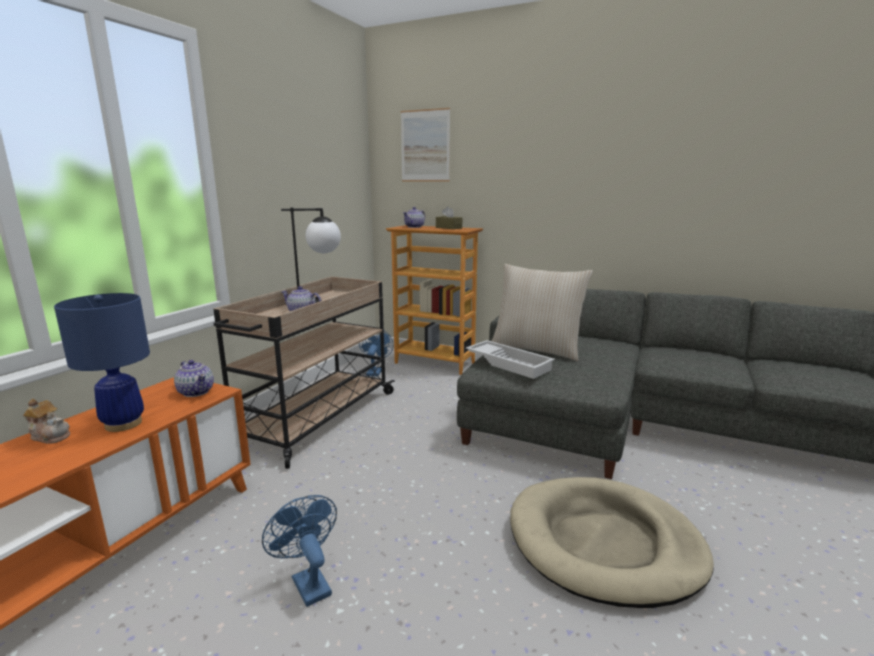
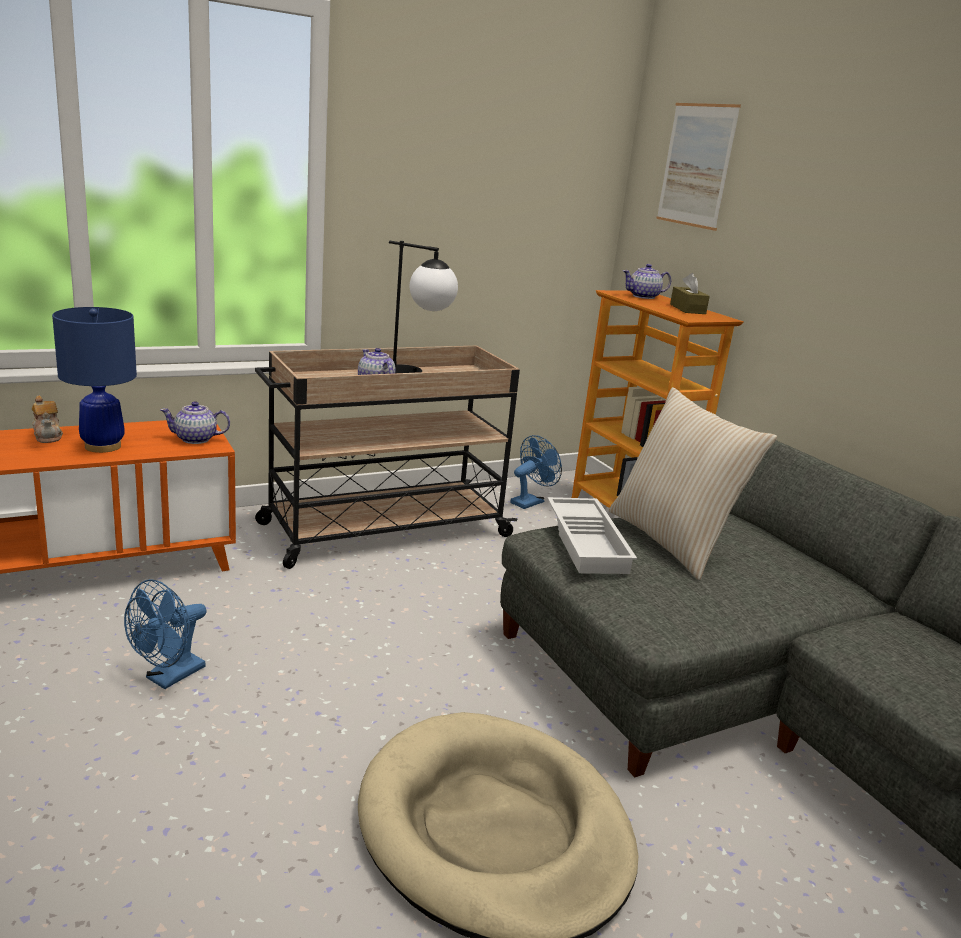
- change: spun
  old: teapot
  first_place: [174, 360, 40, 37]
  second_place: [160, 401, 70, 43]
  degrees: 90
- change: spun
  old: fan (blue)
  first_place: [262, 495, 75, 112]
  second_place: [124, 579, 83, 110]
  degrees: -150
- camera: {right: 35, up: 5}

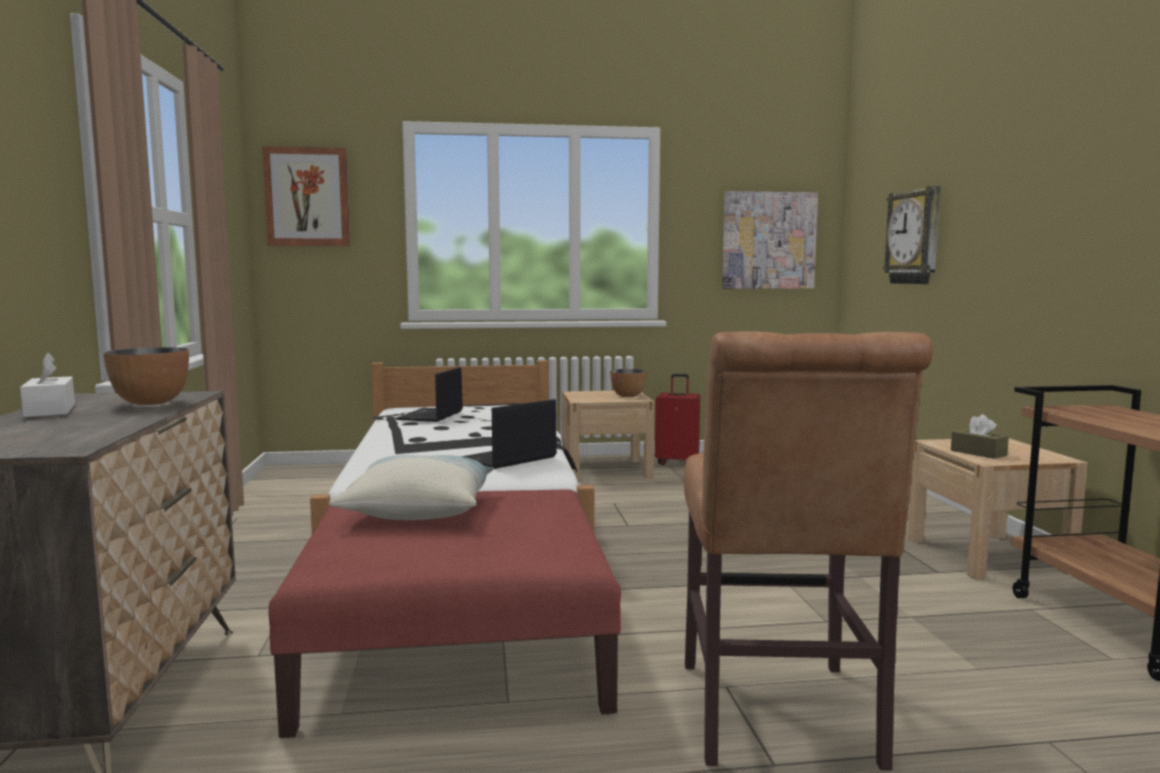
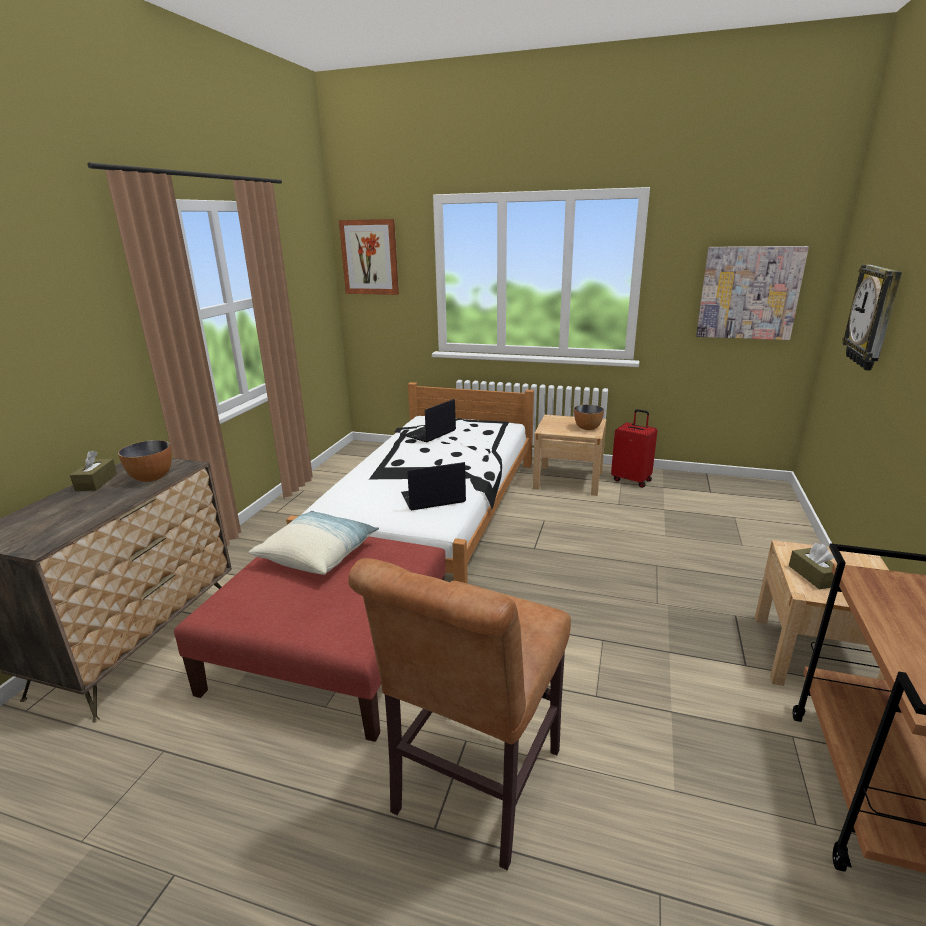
- change: colour
  old: tissue box (white)
  new: tissue box (brown)
  first_place: [20, 353, 55, 64]
  second_place: [70, 451, 47, 40]
- camera: {right: 25, up: 15}

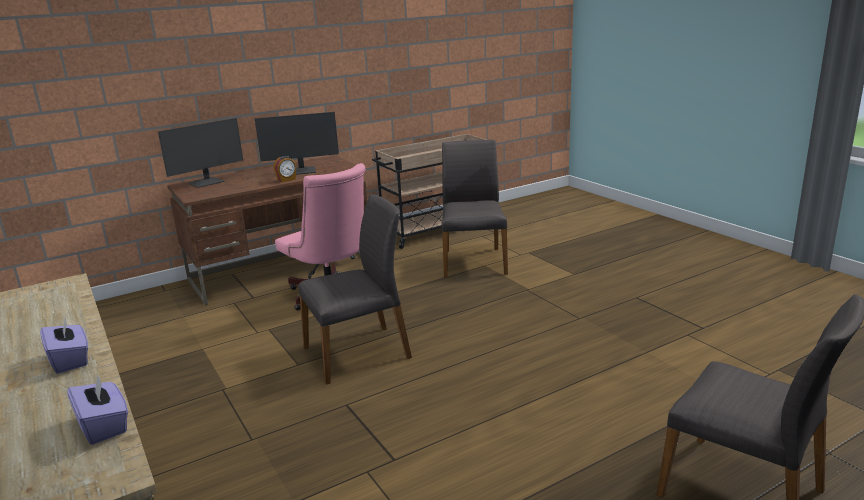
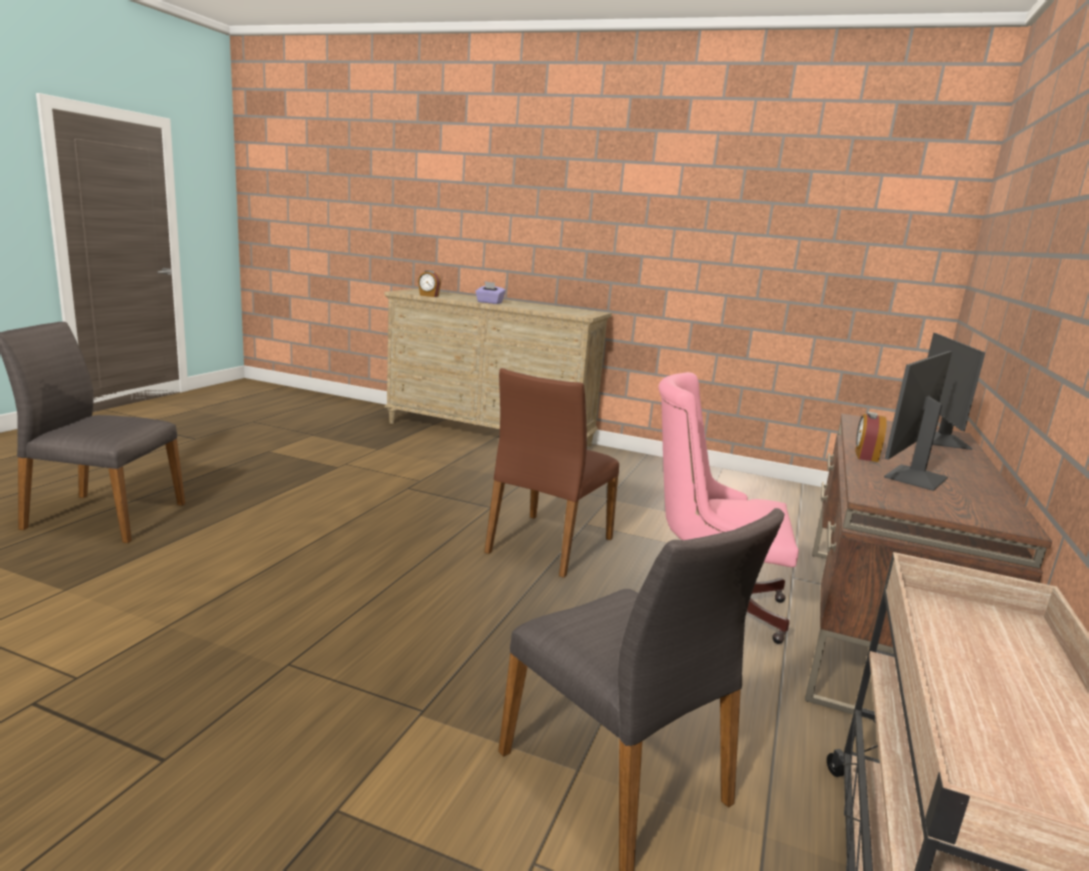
- change: colour
  old: chair (grey)
  new: chair (brown)
  first_place: [298, 194, 114, 190]
  second_place: [484, 368, 135, 210]
- change: exchanged
  old: tissue box (purple)
  new: alarm clock
  first_place: [67, 374, 61, 71]
  second_place: [418, 270, 23, 27]
- camera: {right: 140, up: -5}

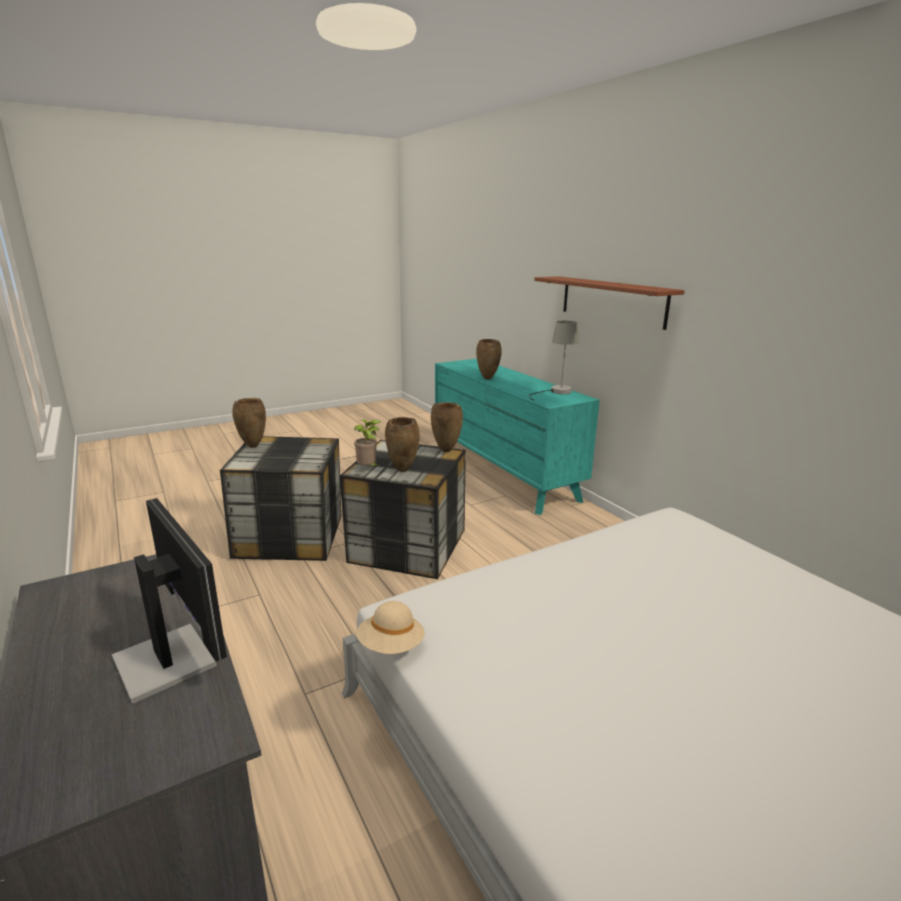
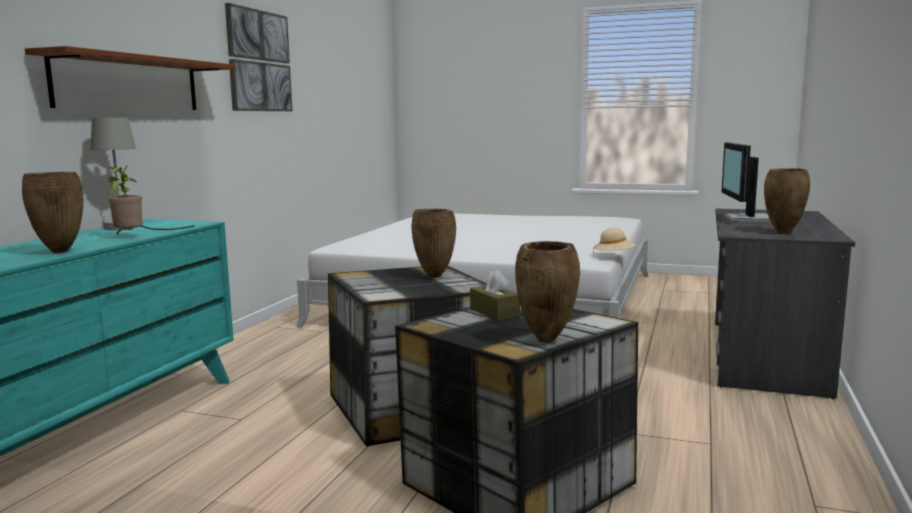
- change: relocated
  old: vase (brown)
  first_place: [431, 402, 32, 50]
  second_place: [764, 168, 46, 66]
- change: relocated
  old: potted plant
  first_place: [354, 419, 28, 48]
  second_place: [107, 166, 36, 69]
- change: appeared
  new: picture
  second_place: [225, 3, 68, 108]
- change: appeared
  new: tissue box (brown)
  second_place: [470, 270, 50, 51]
- camera: {right: -130, up: -10}

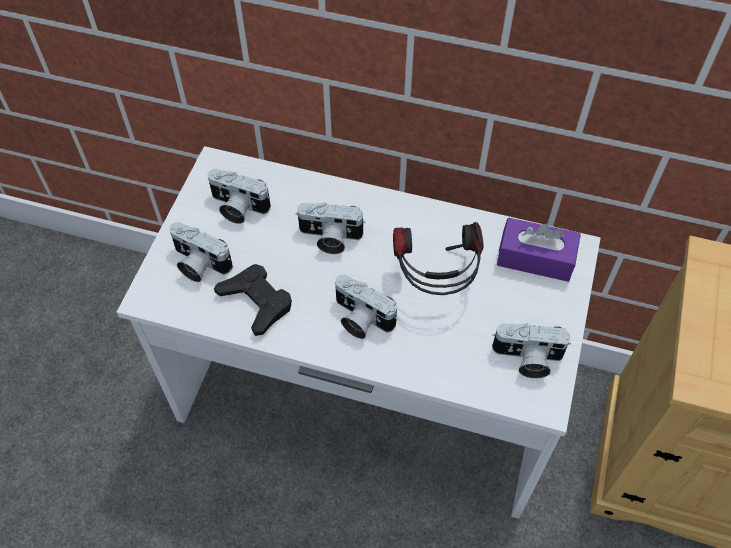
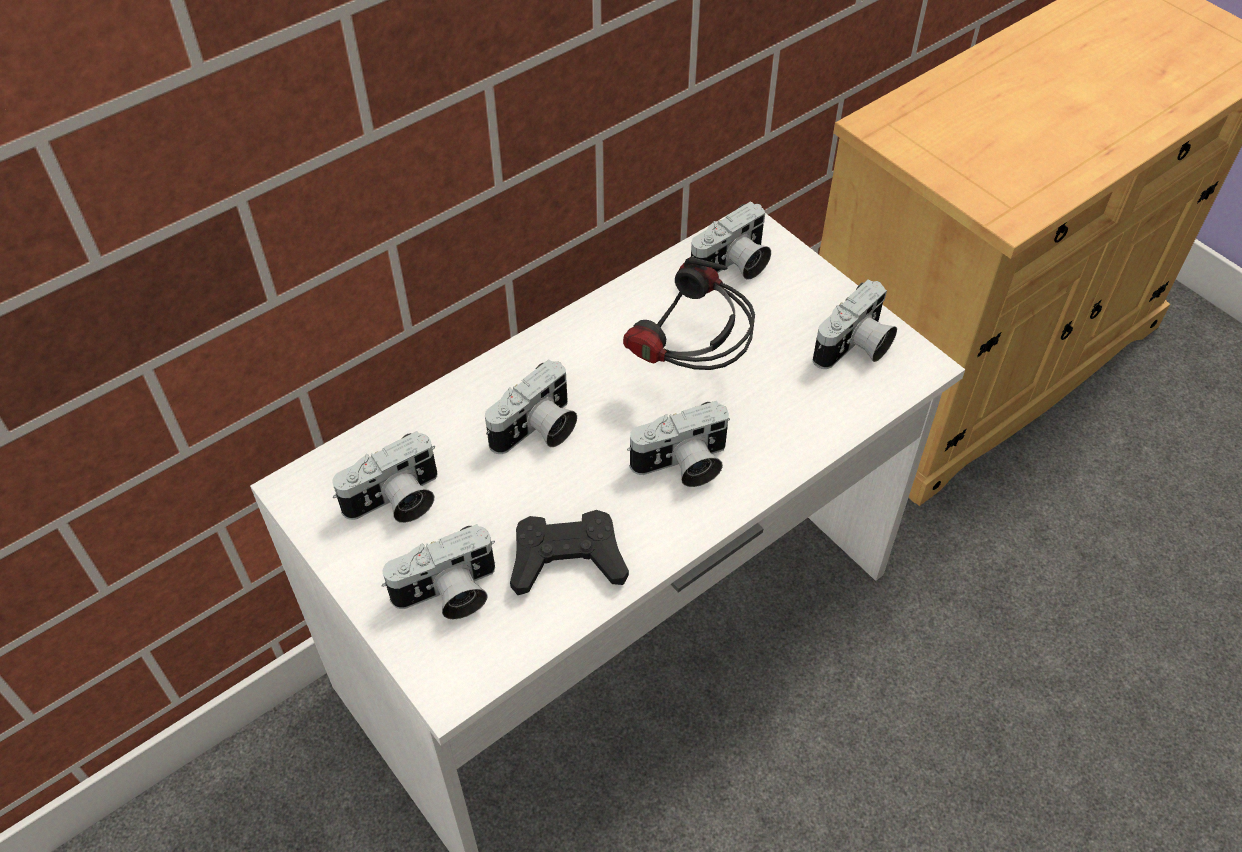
- change: exchanged
  old: tissue box (purple)
  new: photo camera
  first_place: [497, 218, 84, 64]
  second_place: [691, 202, 80, 78]
- camera: {right: -55, up: -5}

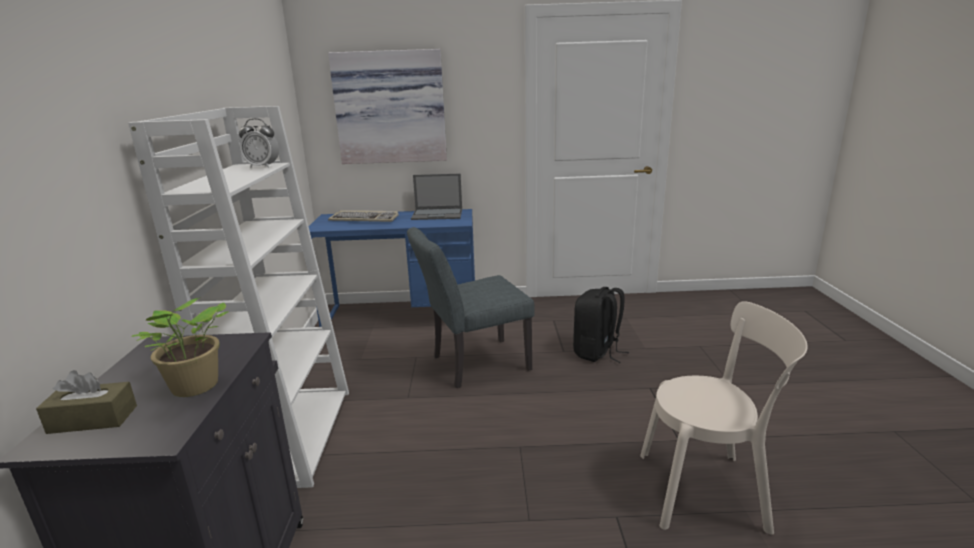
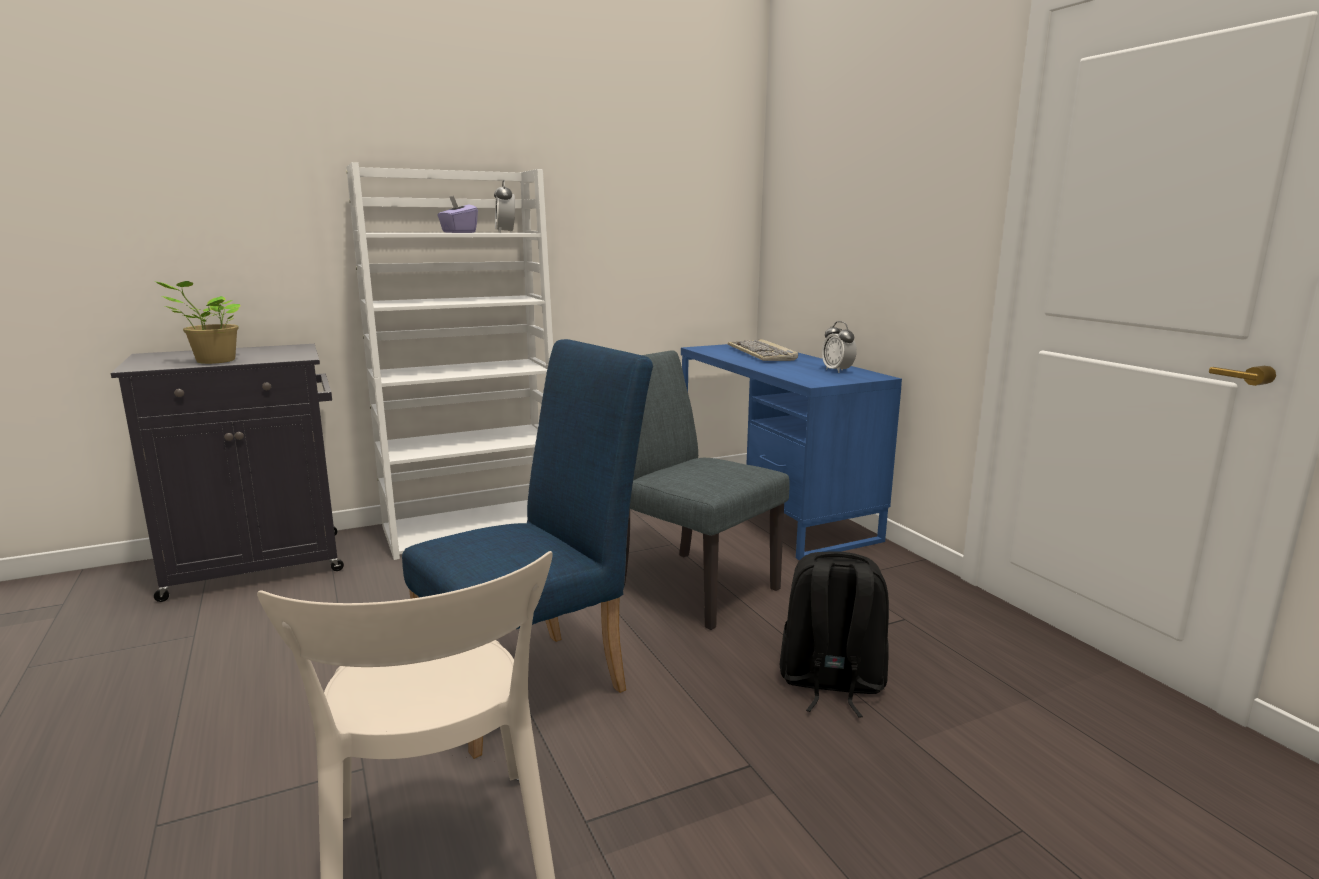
- change: missing
  old: picture
  first_place: [328, 49, 119, 115]
- change: exchanged
  old: laptop
  new: alarm clock
  first_place: [411, 174, 51, 46]
  second_place: [822, 321, 35, 52]
- change: missing
  old: tissue box (brown)
  first_place: [36, 370, 101, 64]
- change: appeared
  new: tissue box (purple)
  second_place: [437, 196, 41, 37]
- change: appeared
  new: chair (blue)
  second_place: [402, 339, 251, 420]
- camera: {right: 65, up: -5}

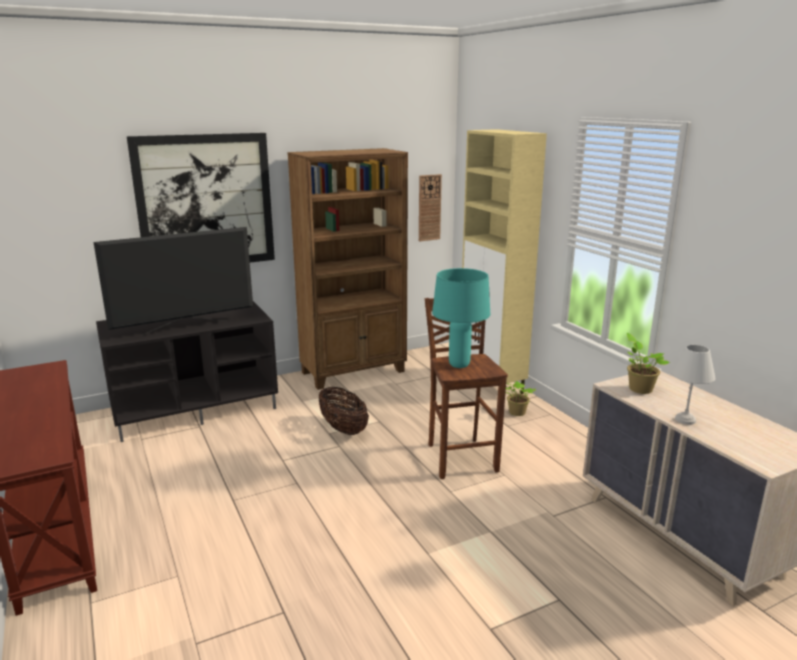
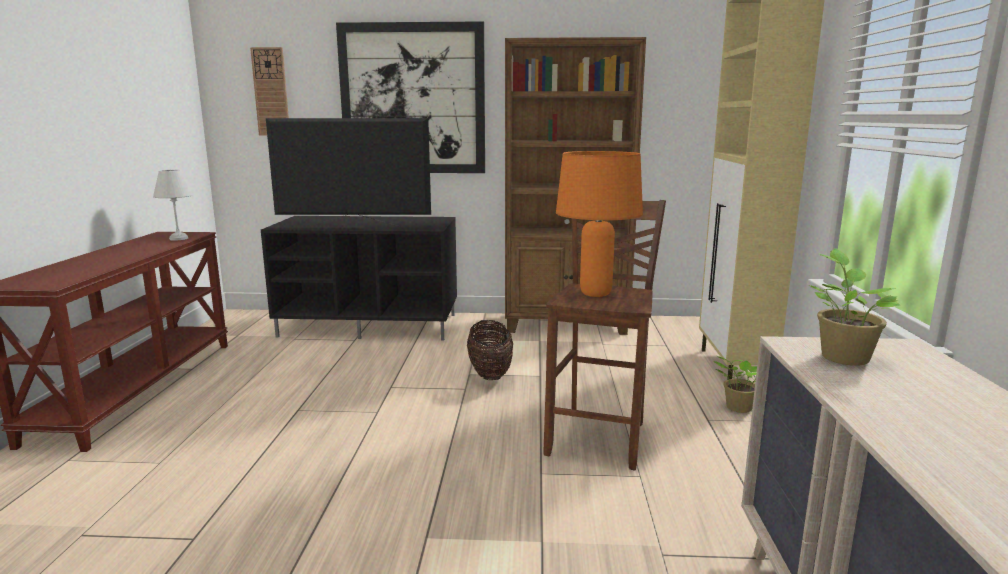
- change: relocated
  old: wall clock
  first_place: [419, 174, 23, 68]
  second_place: [250, 47, 39, 89]
- change: colour
  old: table lamp (turquoise)
  new: table lamp (orange)
  first_place: [432, 268, 58, 100]
  second_place: [556, 151, 87, 146]
- change: relocated
  old: table lamp (white)
  first_place: [671, 345, 45, 80]
  second_place: [153, 170, 40, 71]
- camera: {right: 30, up: -5}

